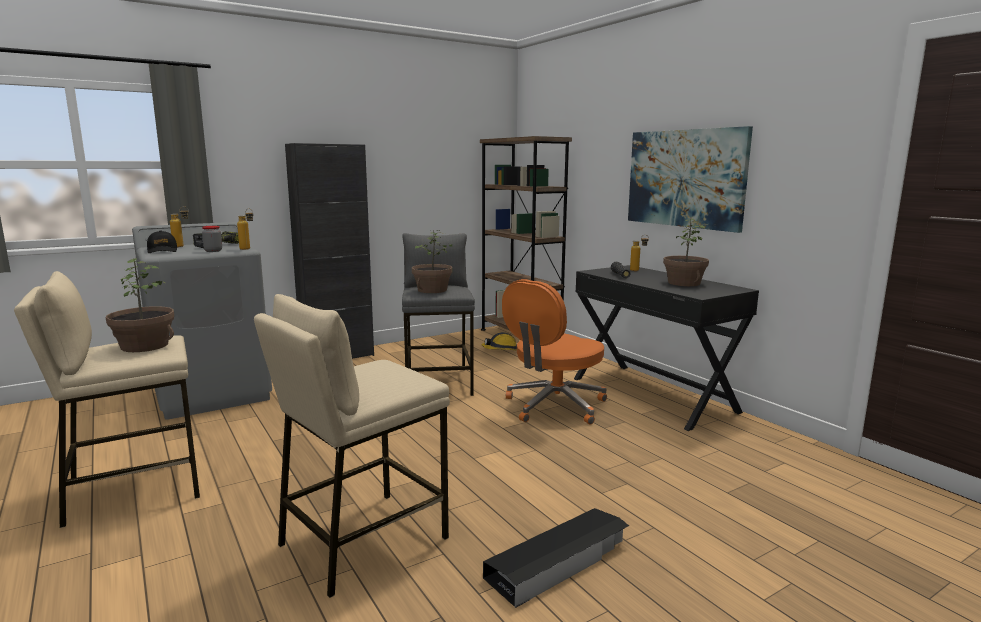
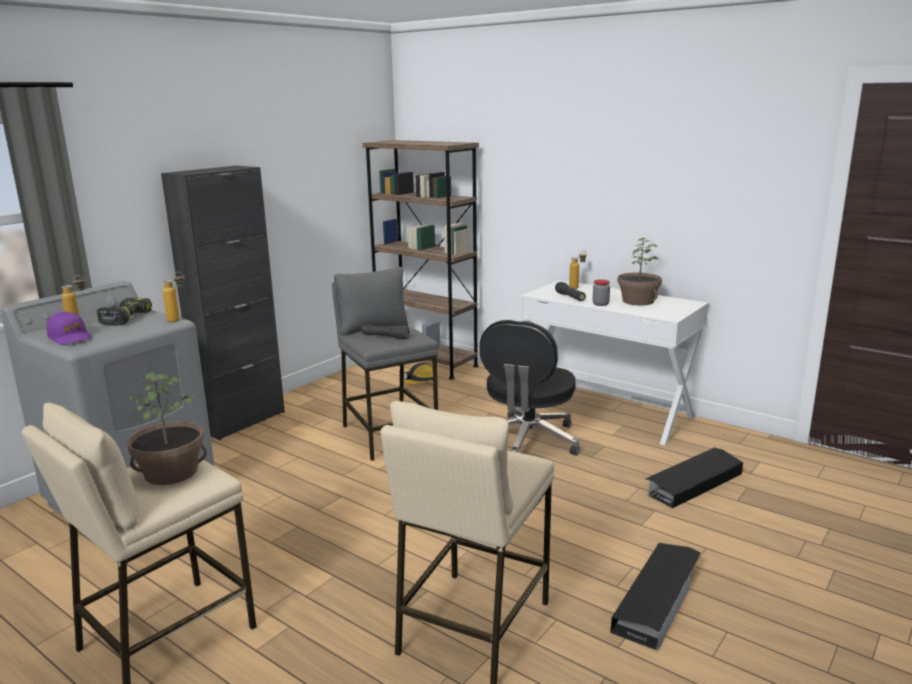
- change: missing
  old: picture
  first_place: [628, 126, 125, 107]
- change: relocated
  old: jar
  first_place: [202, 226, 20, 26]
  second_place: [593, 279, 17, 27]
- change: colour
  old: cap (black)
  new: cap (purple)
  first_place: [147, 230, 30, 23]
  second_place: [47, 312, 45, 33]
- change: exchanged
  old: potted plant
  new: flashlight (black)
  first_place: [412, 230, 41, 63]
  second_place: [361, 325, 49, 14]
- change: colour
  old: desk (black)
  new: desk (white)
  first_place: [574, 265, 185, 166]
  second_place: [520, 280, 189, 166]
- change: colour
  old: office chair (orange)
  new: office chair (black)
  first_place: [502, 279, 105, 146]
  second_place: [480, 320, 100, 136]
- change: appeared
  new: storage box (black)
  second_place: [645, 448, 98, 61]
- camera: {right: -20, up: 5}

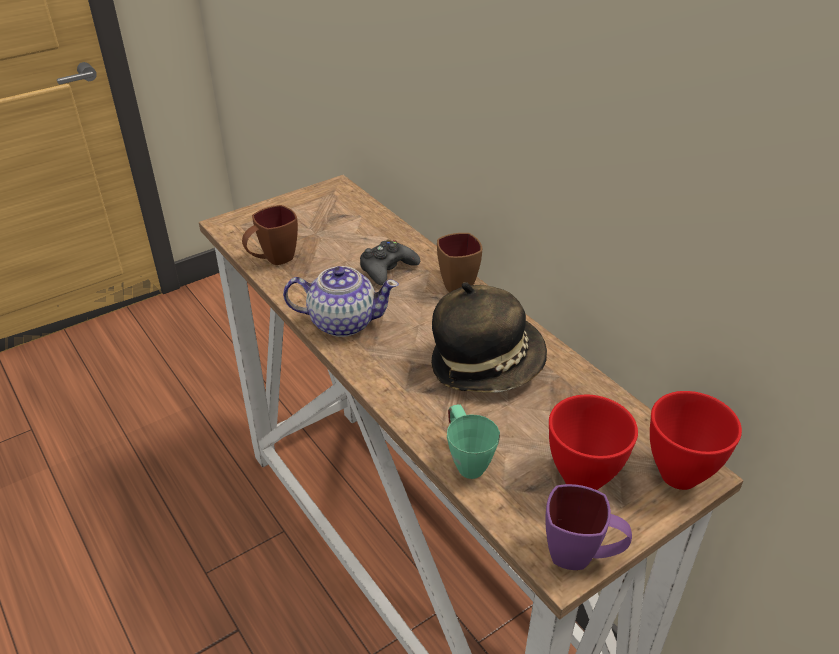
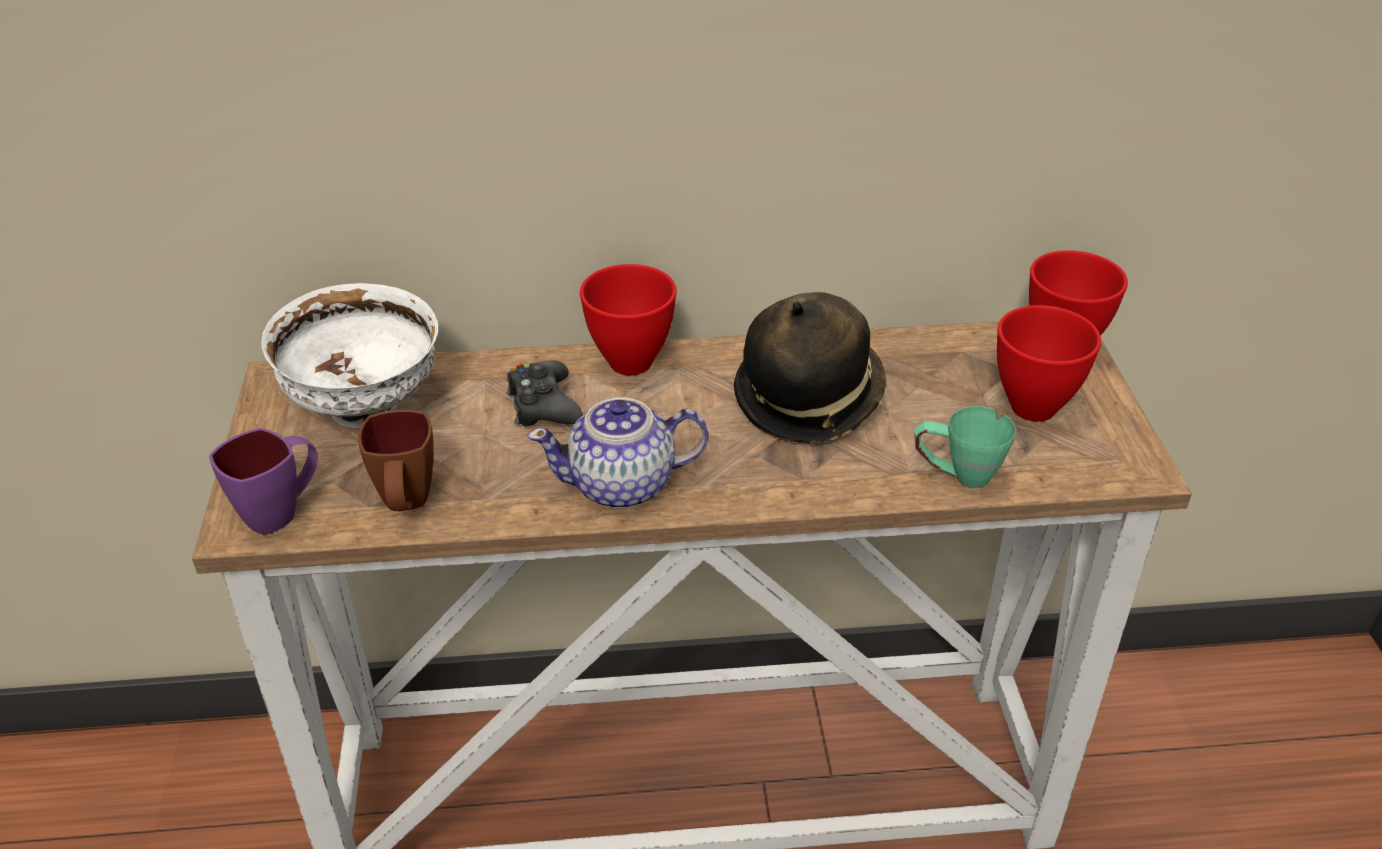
- change: exchanged
  old: mug (brown)
  new: bowl (red)
  first_place: [437, 233, 45, 59]
  second_place: [580, 264, 97, 111]
- change: spun
  old: teapot
  first_place: [283, 266, 116, 71]
  second_place: [527, 398, 182, 111]
  degrees: -135
- change: relocated
  old: mug (purple)
  first_place: [545, 484, 87, 86]
  second_place: [209, 428, 109, 107]
- change: appeared
  new: bowl (white)
  second_place: [262, 283, 176, 145]
- camera: {right: -60, up: 0}

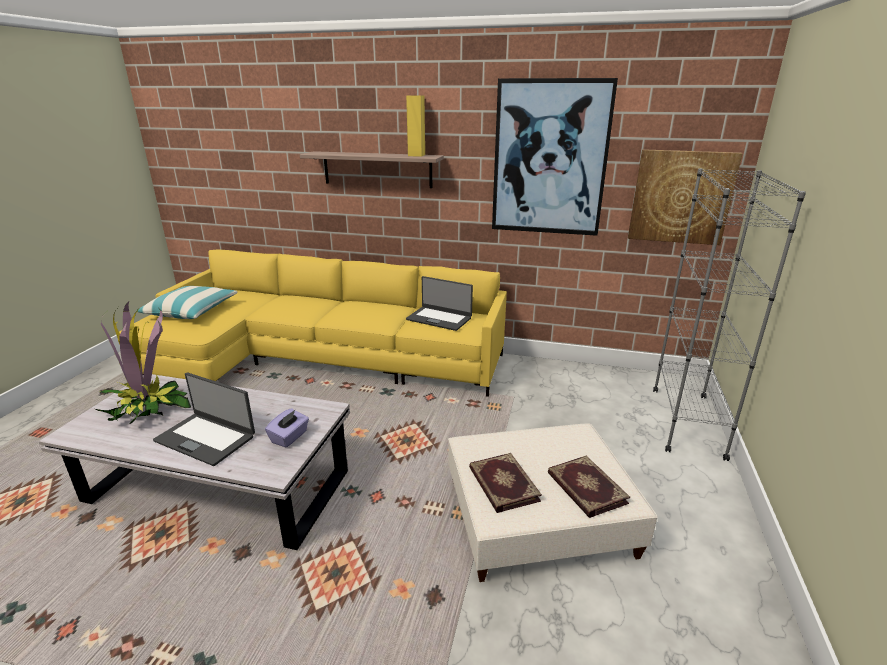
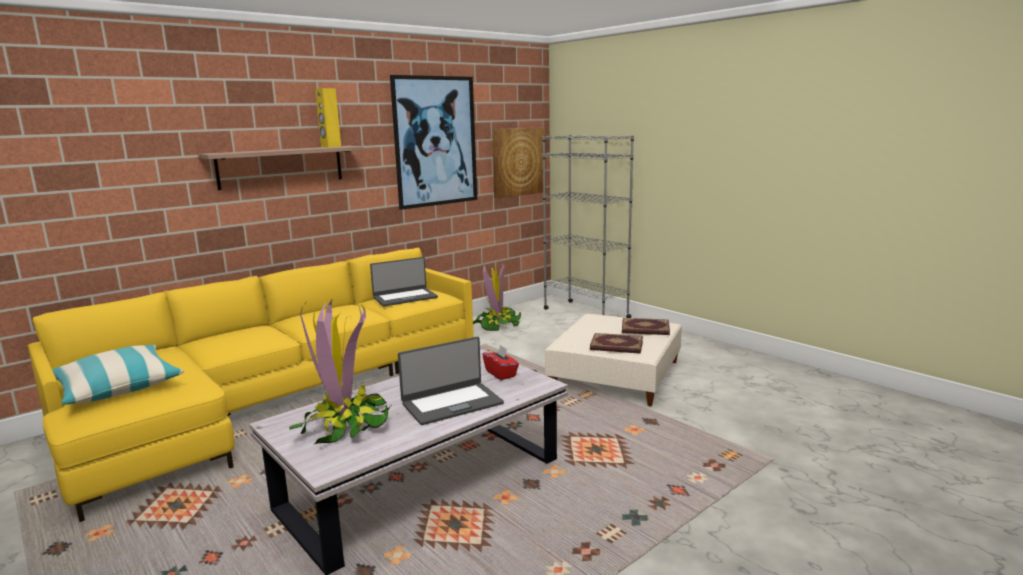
- change: colour
  old: tissue box (purple)
  new: tissue box (red)
  first_place: [265, 408, 44, 40]
  second_place: [483, 345, 36, 35]
- change: appeared
  new: potted plant
  second_place: [473, 261, 48, 70]
- camera: {right: -55, up: -10}

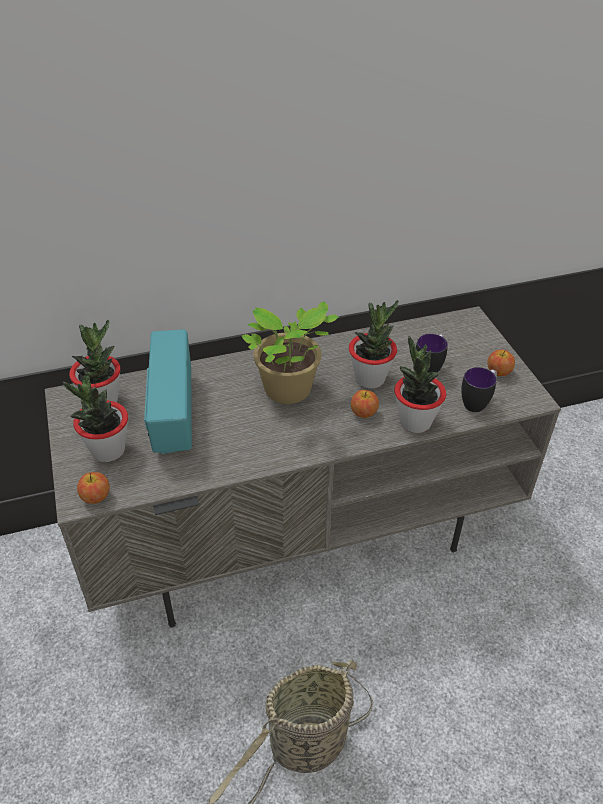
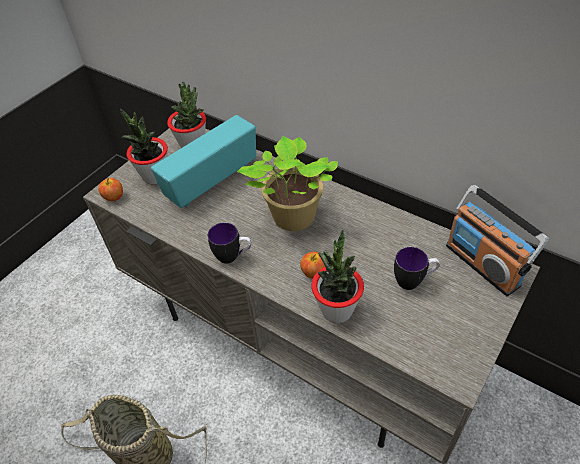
- change: missing
  old: potted plant
  first_place: [349, 300, 49, 89]
- change: missing
  old: apple
  first_place: [487, 349, 28, 27]
- change: relocated
  old: mug
  first_place: [461, 367, 36, 45]
  second_place: [208, 223, 44, 41]
- change: appeared
  new: radio
  second_place: [446, 185, 103, 111]
- camera: {right: 55, up: 5}

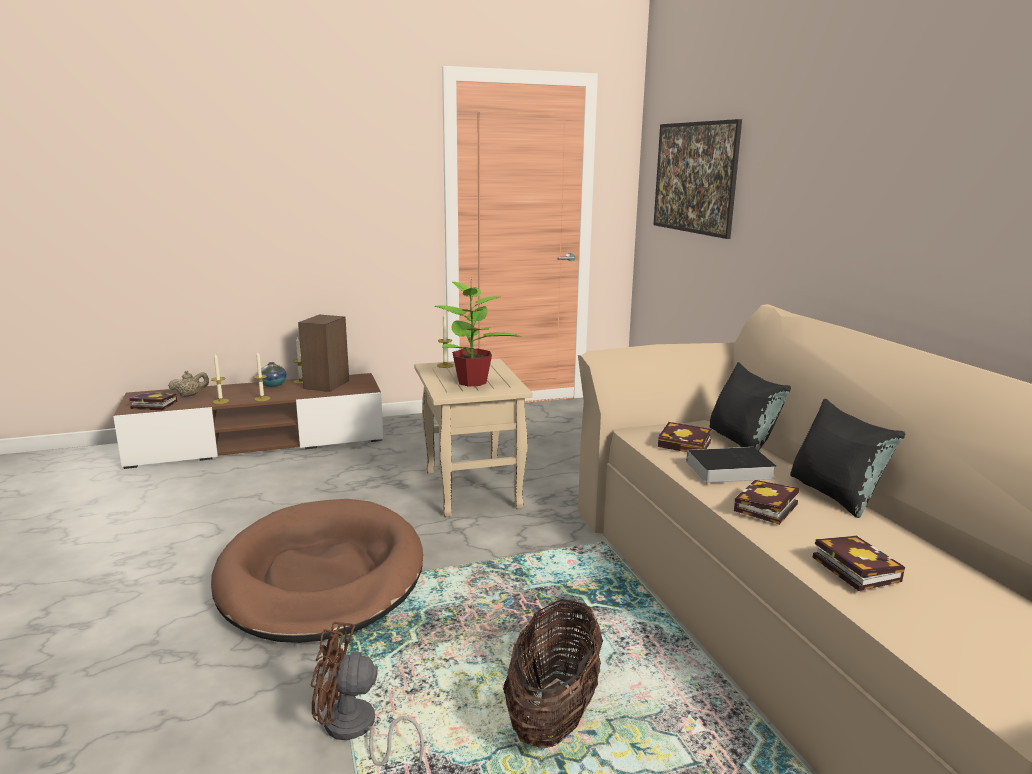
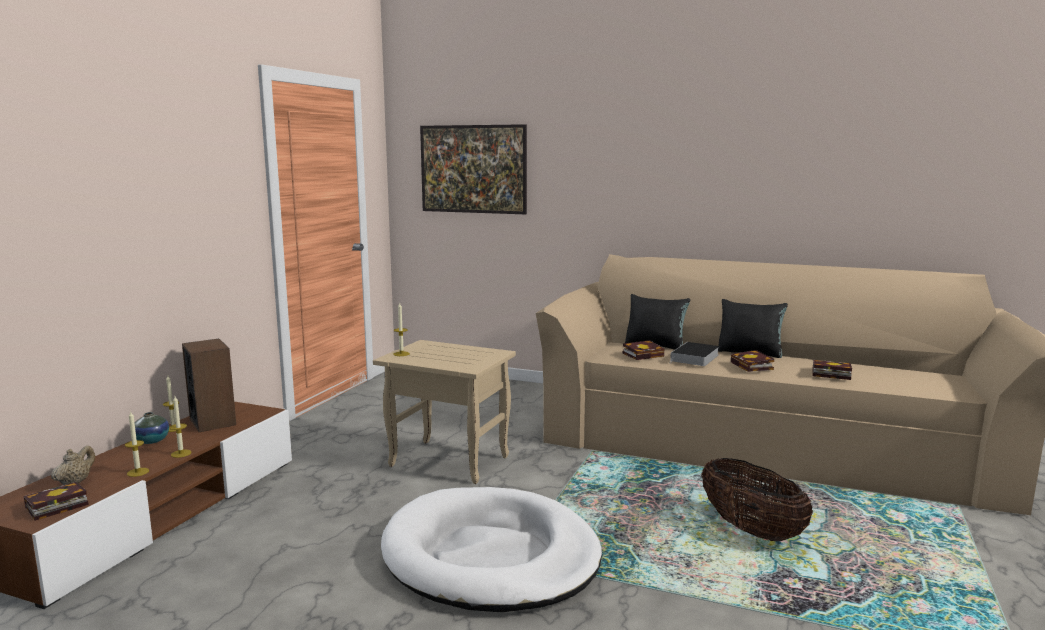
- change: missing
  old: potted plant
  first_place: [434, 278, 88, 108]
- change: colour
  old: dog bed (brown)
  new: dog bed (white)
  first_place: [211, 499, 212, 144]
  second_place: [381, 487, 221, 125]
- change: missing
  old: fan (brown)
  first_place: [311, 622, 113, 144]
- camera: {right: -50, up: -5}

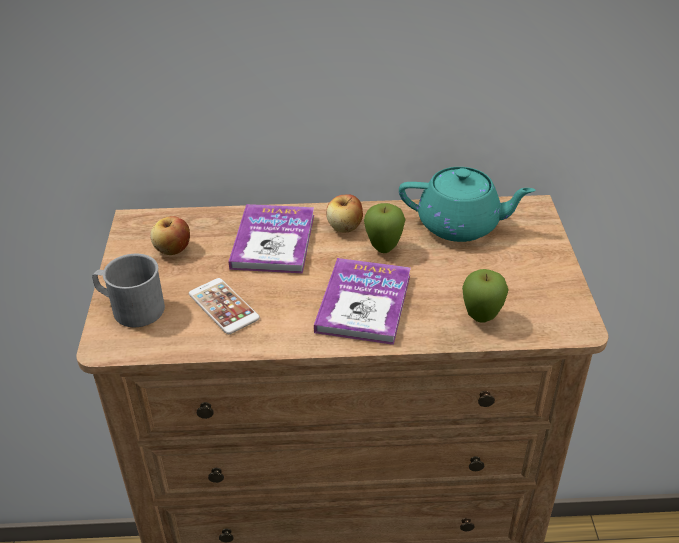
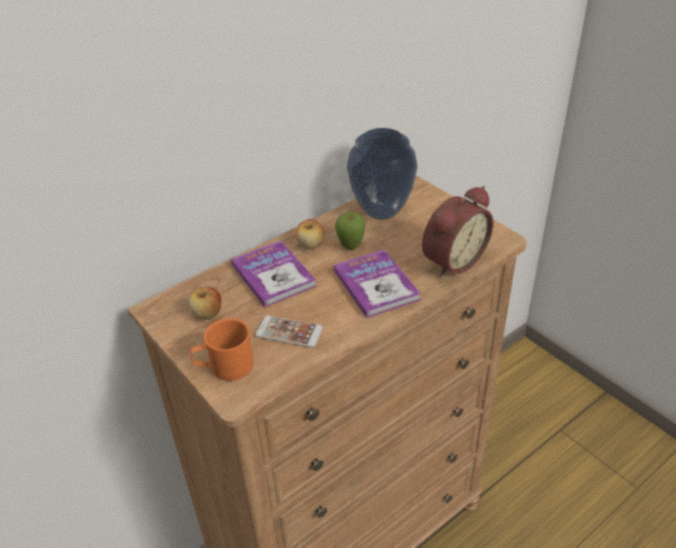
- change: exchanged
  old: teapot (turquoise)
  new: vase
  first_place: [399, 167, 136, 75]
  second_place: [347, 128, 70, 92]
- change: colour
  old: mug (grey)
  new: mug (orange)
  first_place: [92, 254, 73, 73]
  second_place: [190, 318, 64, 63]
- change: exchanged
  old: apple
  new: alarm clock
  first_place: [462, 269, 47, 54]
  second_place: [422, 186, 71, 91]
- camera: {right: -35, up: 0}

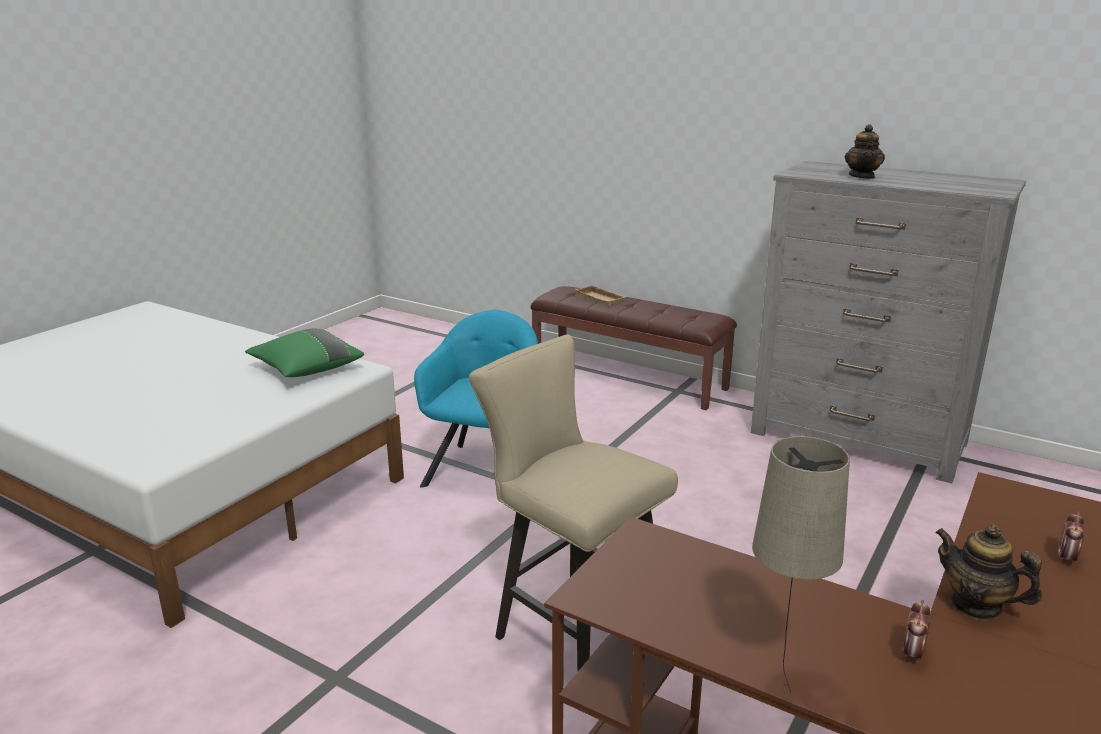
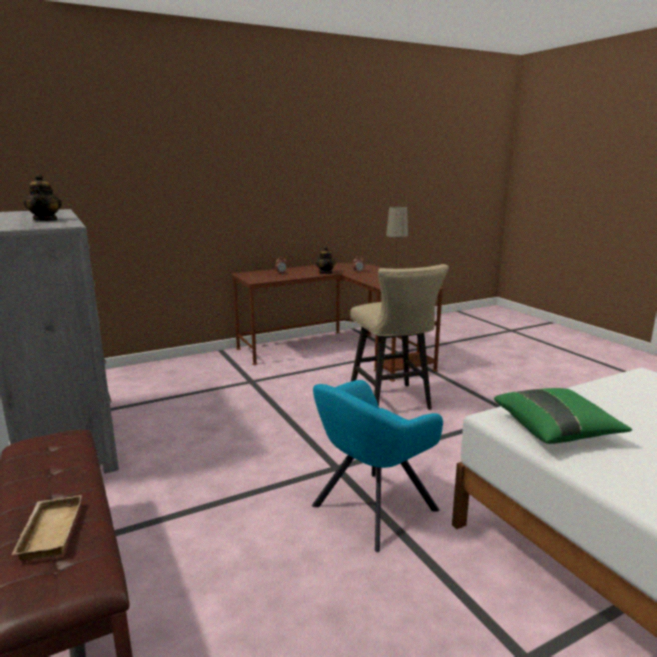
- change: spun
  old: teapot
  first_place: [845, 124, 40, 55]
  second_place: [24, 174, 38, 47]
  degrees: 120
- camera: {right: -150, up: -5}

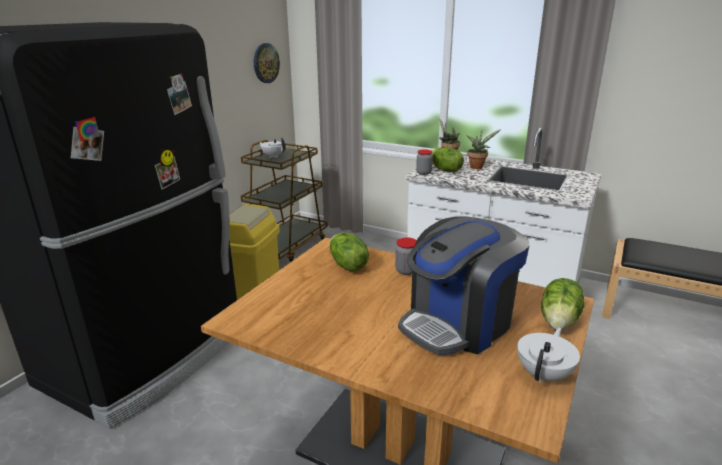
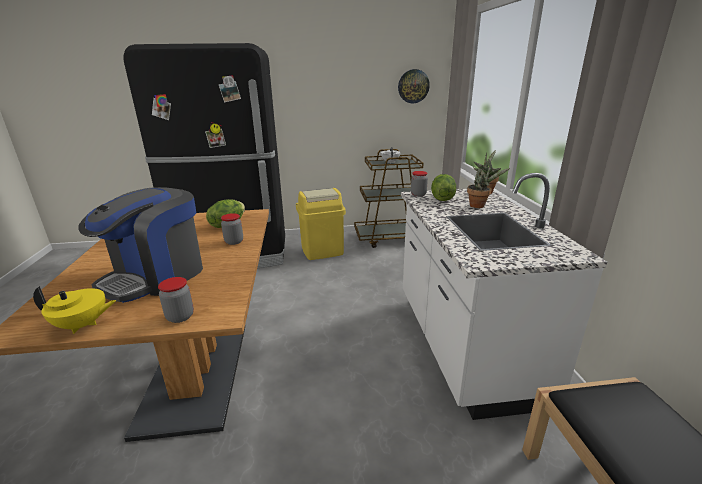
- change: spun
  old: coffee machine
  first_place: [398, 216, 132, 139]
  second_place: [78, 187, 125, 116]
  degrees: -75
- change: exchanged
  old: lettuce
  new: jar
  first_place: [541, 278, 43, 52]
  second_place: [158, 277, 36, 46]
- change: colour
  old: teapot (white)
  new: teapot (yellow)
  first_place: [517, 327, 63, 56]
  second_place: [33, 286, 83, 48]
- camera: {right: 55, up: 0}

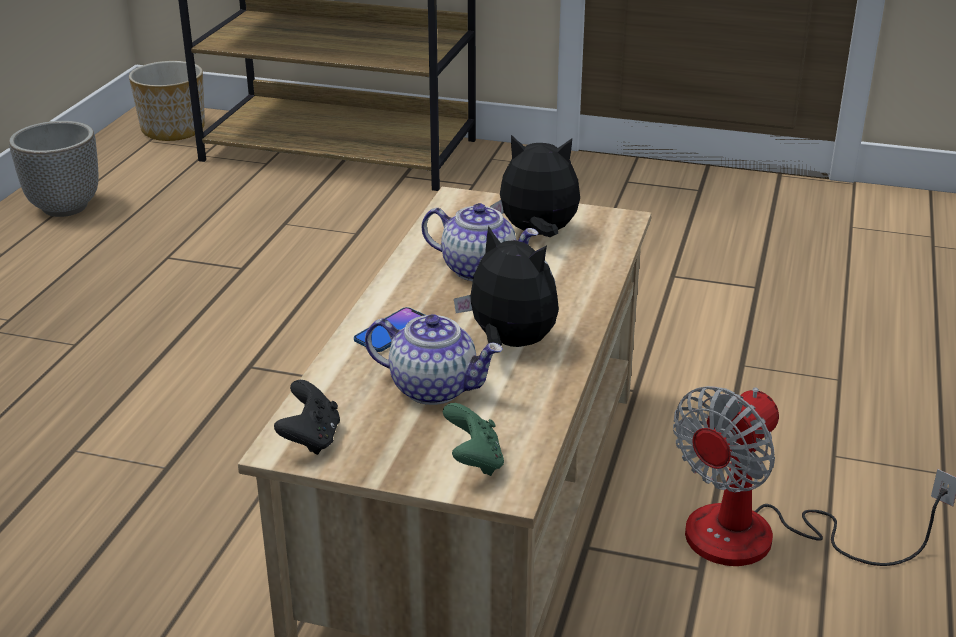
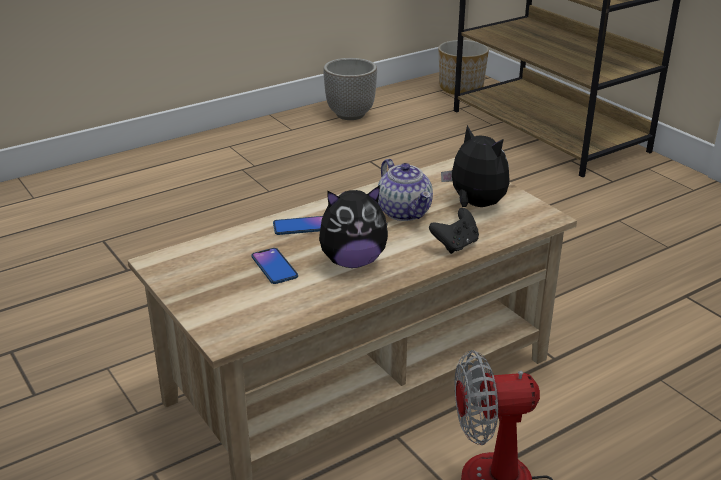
- change: spun
  old: plush toy
  first_place: [454, 226, 105, 121]
  second_place: [319, 185, 69, 83]
  degrees: 90
- change: exchanged
  old: teapot
  new: phone
  first_place: [365, 314, 138, 91]
  second_place: [251, 248, 47, 36]
- change: relocated
  old: game controller (black)
  first_place: [274, 380, 66, 75]
  second_place: [429, 208, 50, 46]
- change: missing
  old: game controller (green)
  first_place: [443, 403, 61, 73]
- camera: {right: 40, up: 0}

